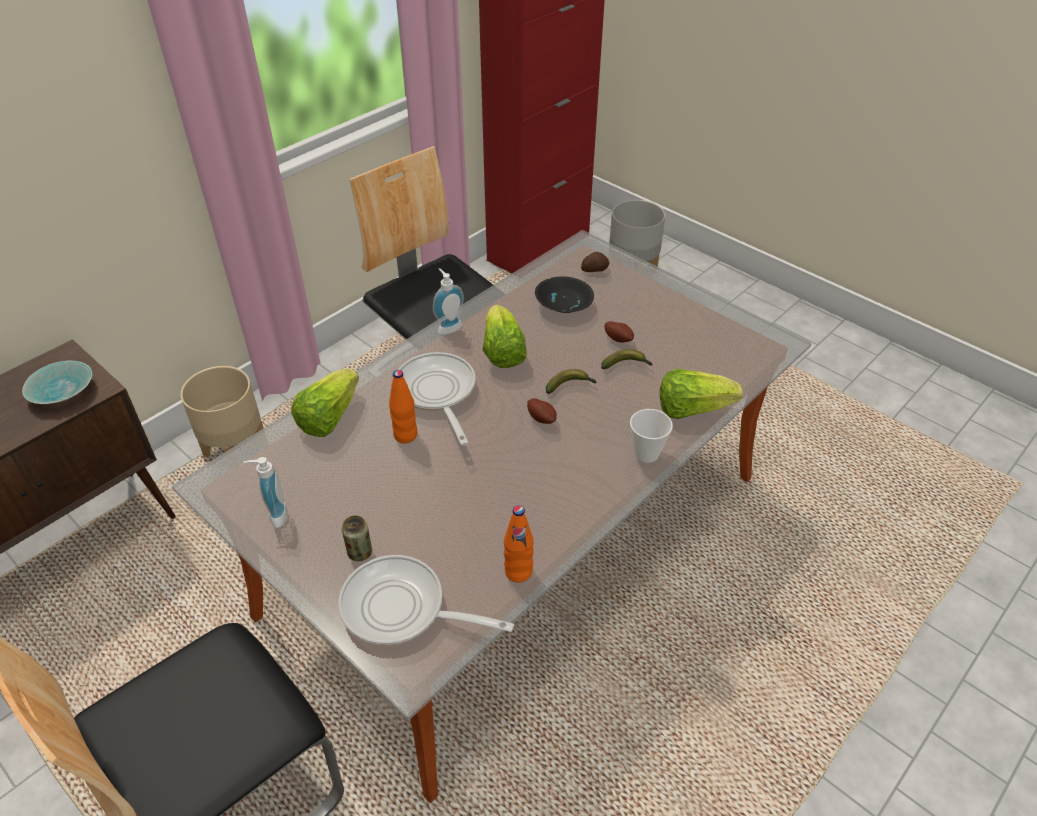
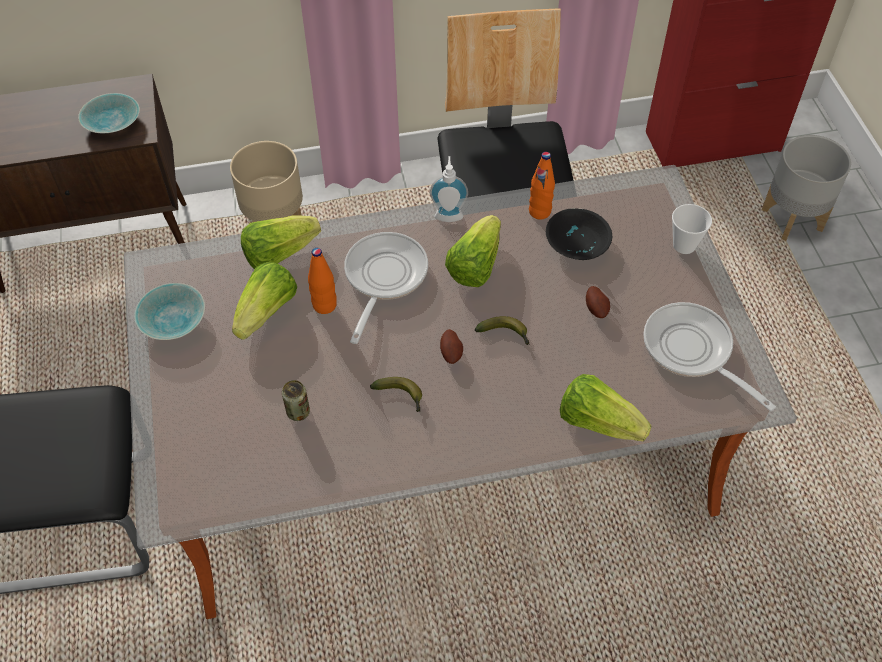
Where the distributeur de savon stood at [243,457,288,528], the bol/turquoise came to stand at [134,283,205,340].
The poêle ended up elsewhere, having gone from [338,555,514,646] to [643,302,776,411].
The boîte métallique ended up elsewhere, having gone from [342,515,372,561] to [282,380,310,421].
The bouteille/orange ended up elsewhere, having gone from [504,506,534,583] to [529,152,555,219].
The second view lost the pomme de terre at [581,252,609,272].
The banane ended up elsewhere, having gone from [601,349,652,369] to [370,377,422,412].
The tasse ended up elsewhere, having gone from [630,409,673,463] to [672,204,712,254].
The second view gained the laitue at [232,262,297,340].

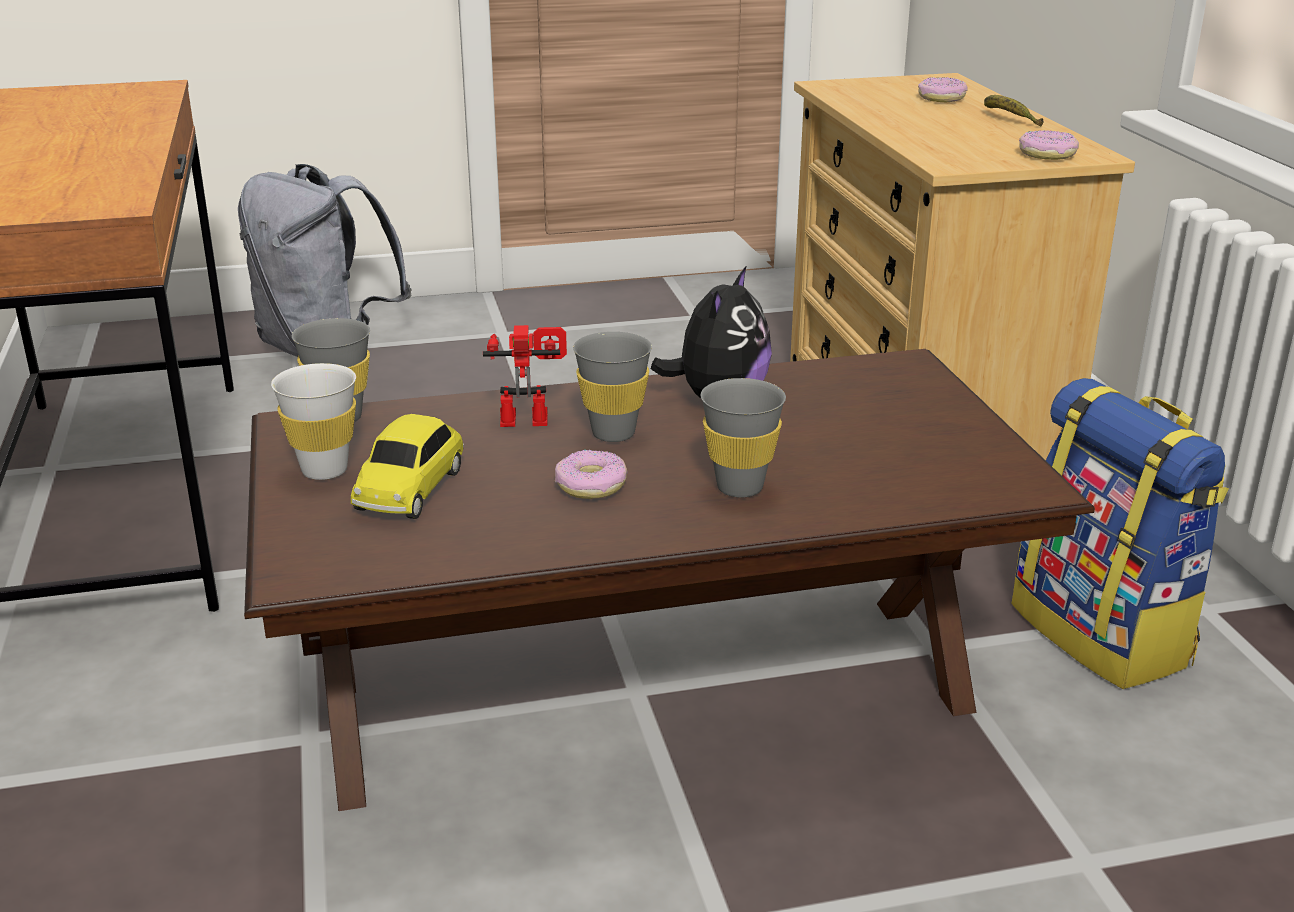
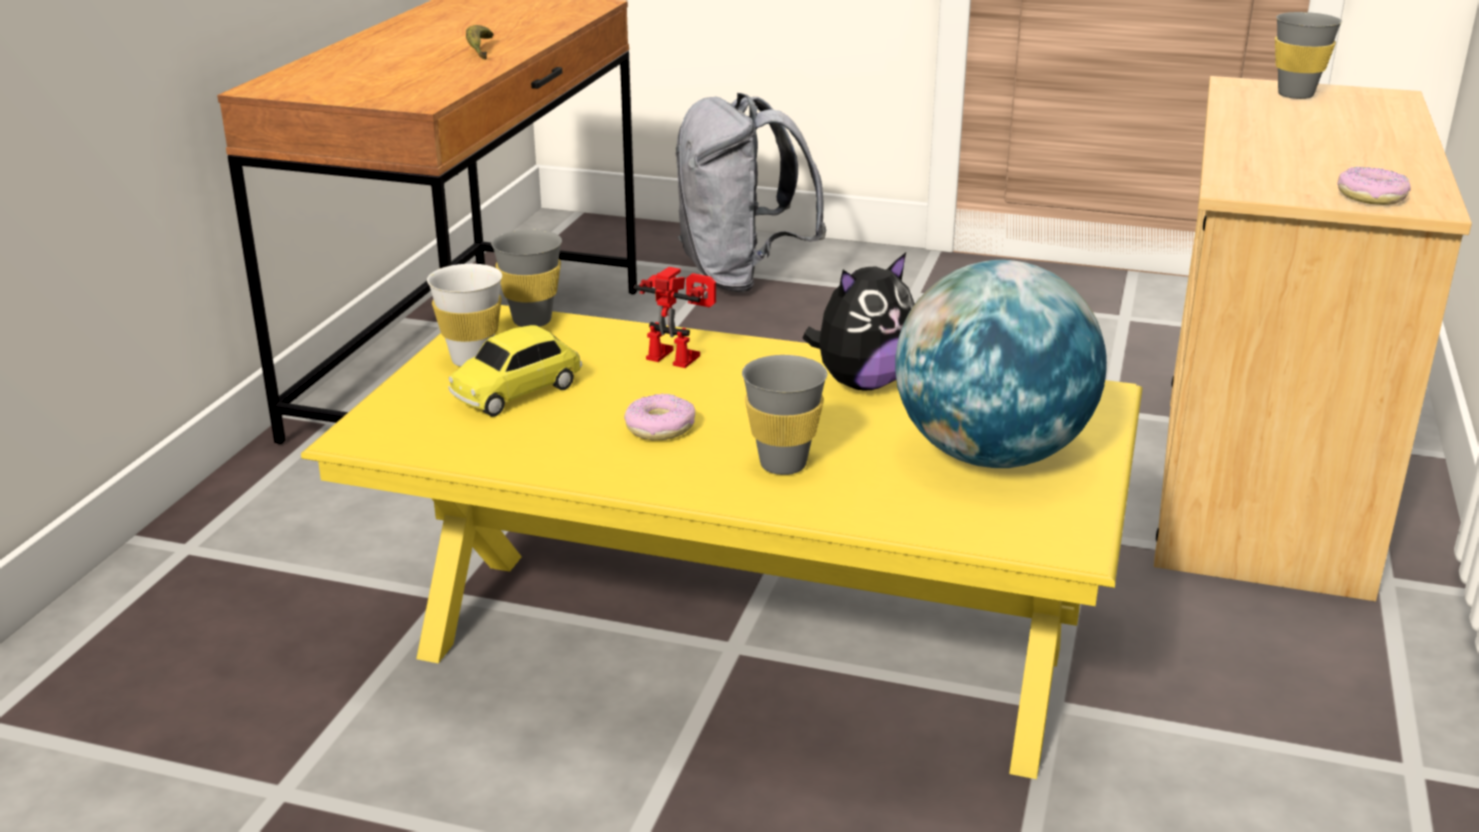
What was the table basse/marron at [244,349,1095,811] turned into the table basse/jaune at [301,305,1142,779].
The tasse/gris ended up elsewhere, having gone from [573,332,652,442] to [1275,12,1342,99].
The second view lost the beignet at [918,77,968,102].
The banane ended up elsewhere, having gone from [984,95,1044,126] to [466,25,494,60].
The second view lost the sac à dos at [1012,378,1229,689].
The second view gained the globe at [895,260,1107,468].

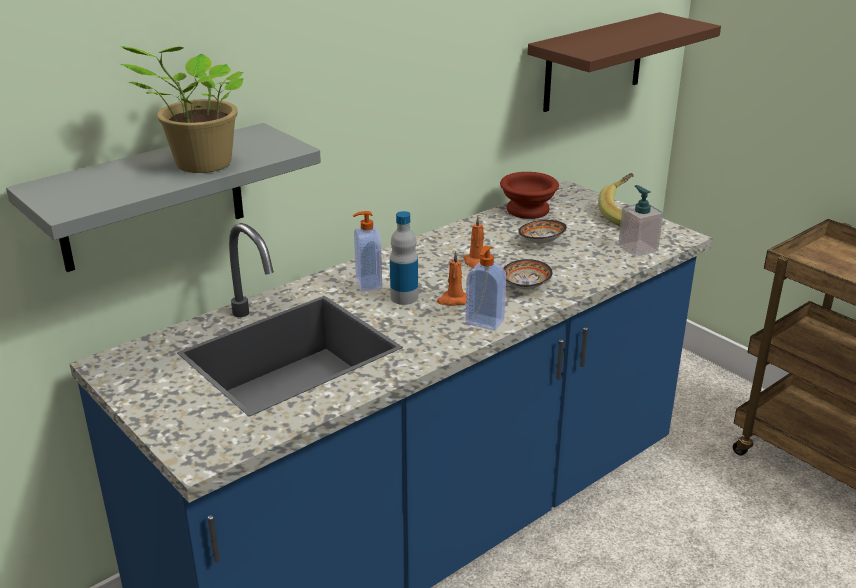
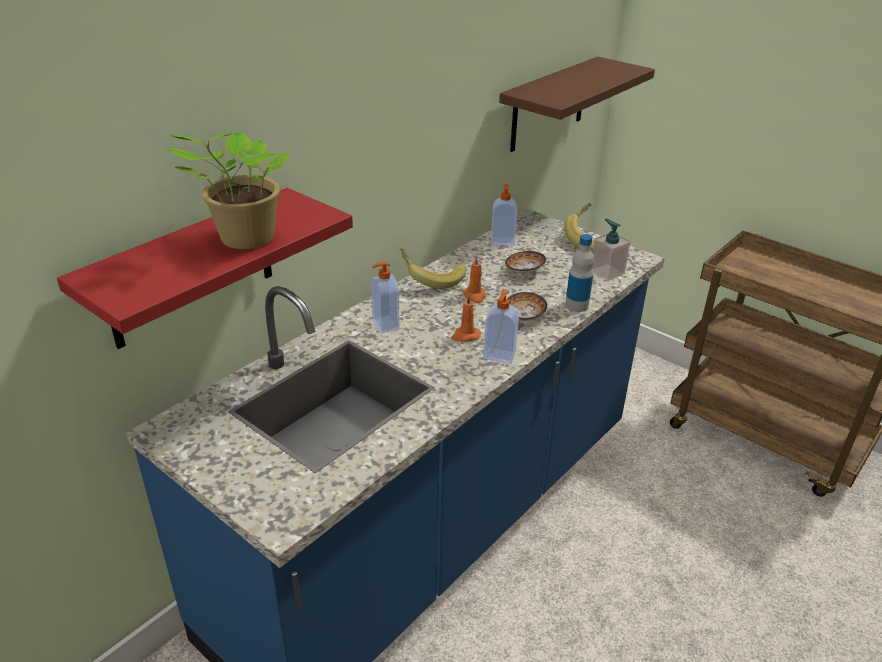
What was the étagère/gris at [6,123,321,272] turned into the étagère/rouge at [57,188,353,349].
The bouteille ended up elsewhere, having gone from [390,211,418,305] to [565,234,594,312].
Where the bol/marron stood at [500,172,559,219], the distributeur de savon came to stand at [491,184,517,246].
The second view gained the banane at [400,248,466,289].

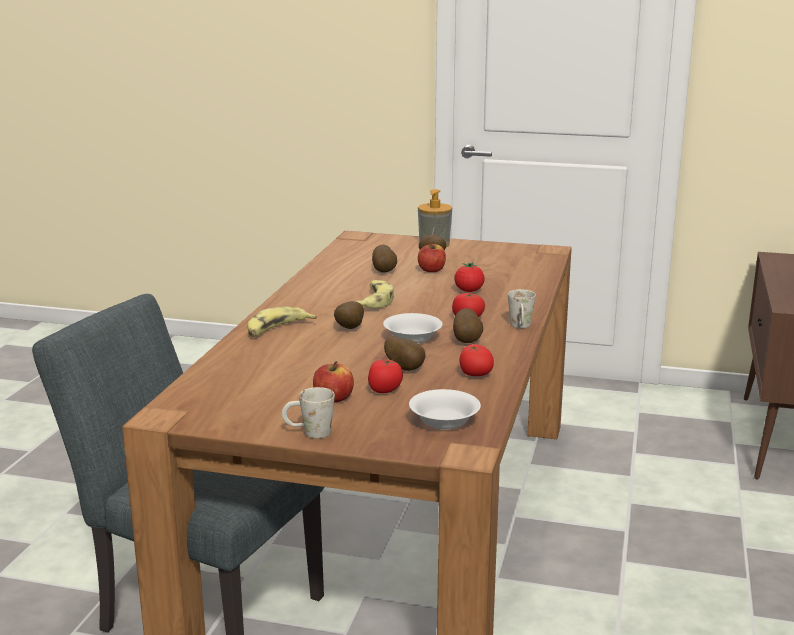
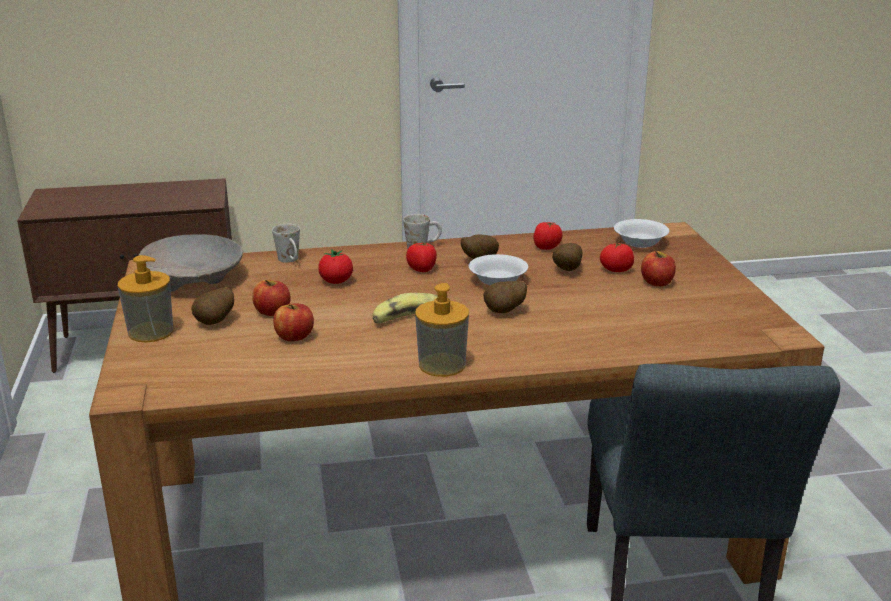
The second view lost the banane at [247,307,317,337].
The mug/blanc ended up elsewhere, having gone from [282,387,335,438] to [272,224,300,263].
Where the pomme de terre stood at [372,245,397,273], the pomme came to stand at [273,303,314,341].
The second view gained the bol/beige at [139,234,243,291].
The second view gained the distributeur de savon at [415,283,469,377].

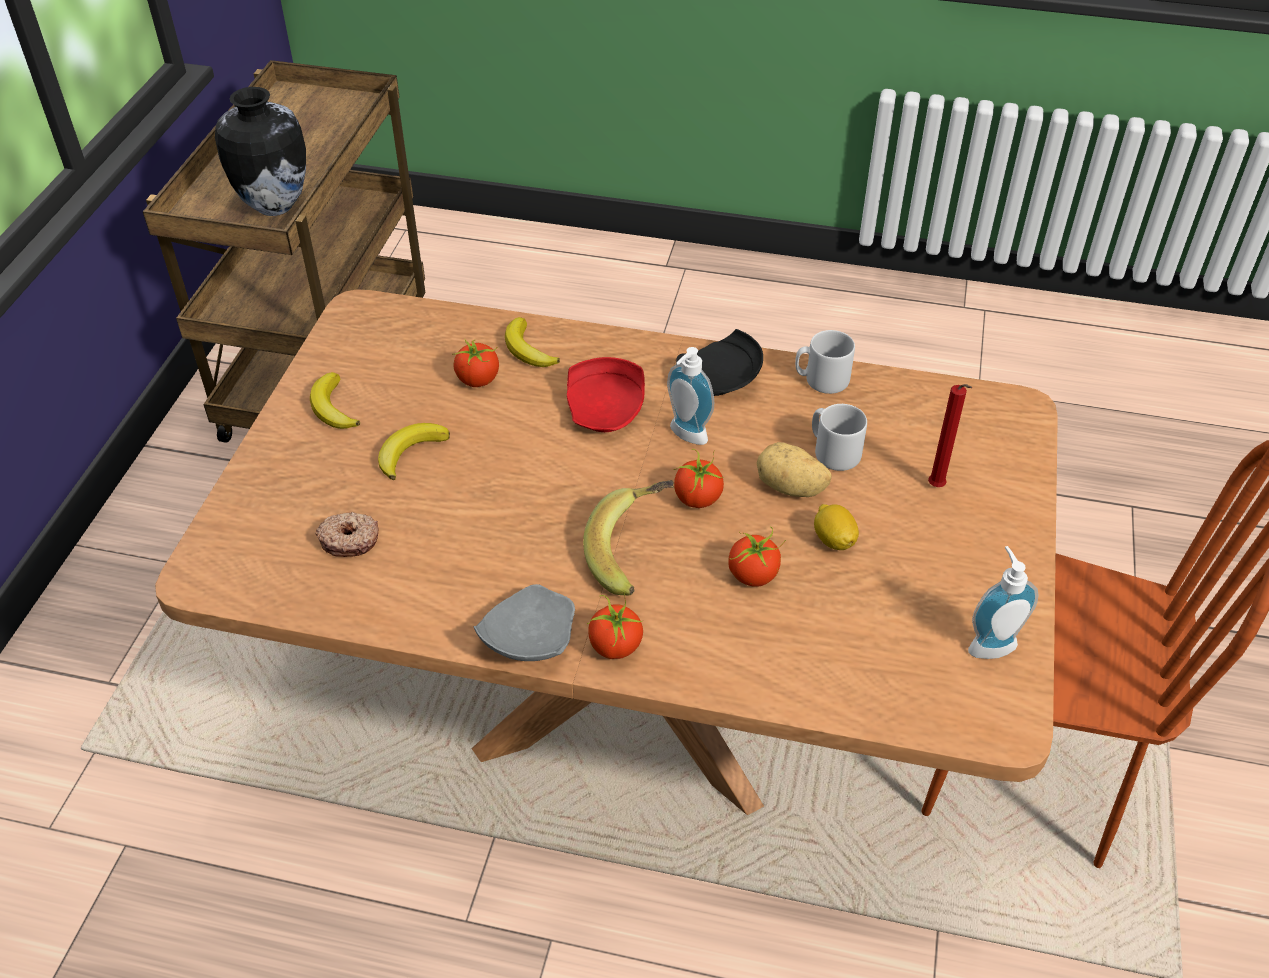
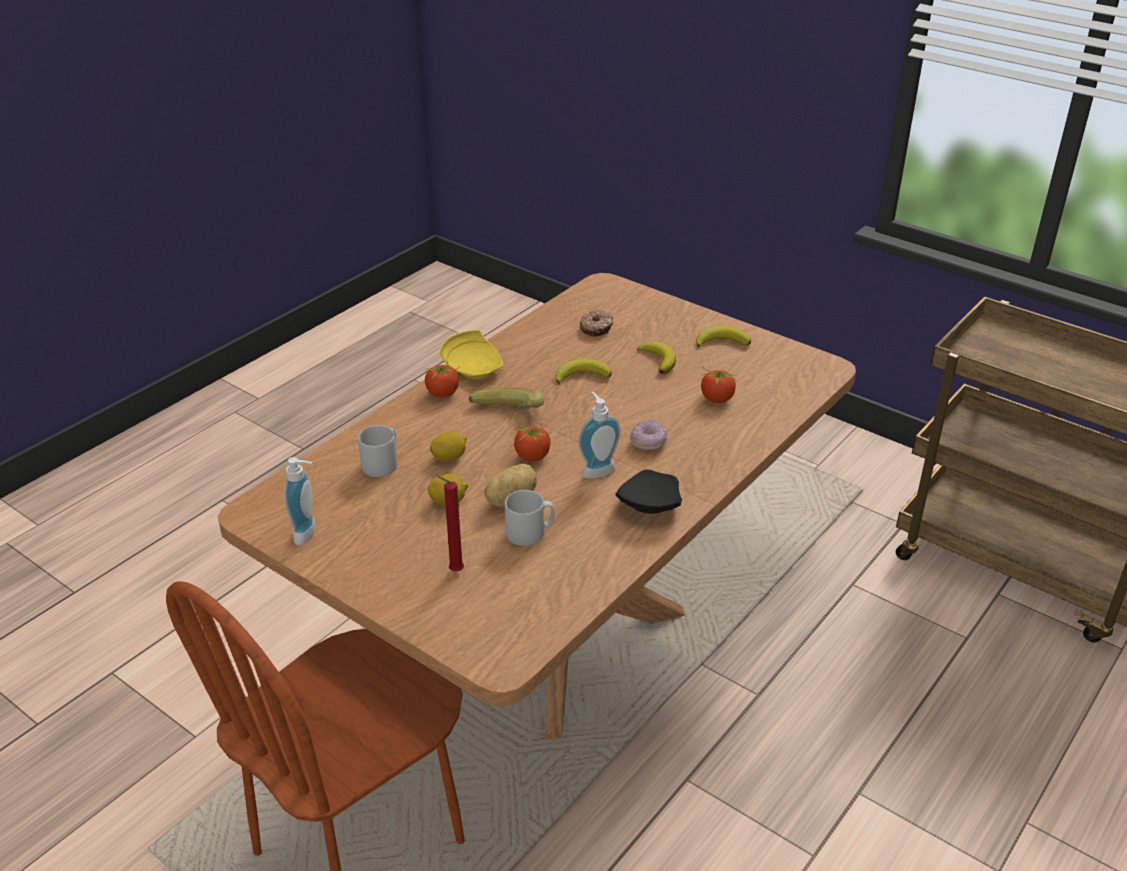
The second view lost the vase at [215,87,306,216].
What was the assiette/gris at [474,584,575,661] turned into the assiette/jaune at [440,330,503,379].
The banane ended up elsewhere, having gone from [505,317,560,367] to [555,359,612,384].
Where the assiette/rouge stood at [567,357,645,432], the beignet came to stand at [630,420,668,450].
Where the tomate stood at [728,526,786,587], the citron came to stand at [430,431,467,462].
The mug/gris ended up elsewhere, having gone from [795,330,855,394] to [358,425,398,477].

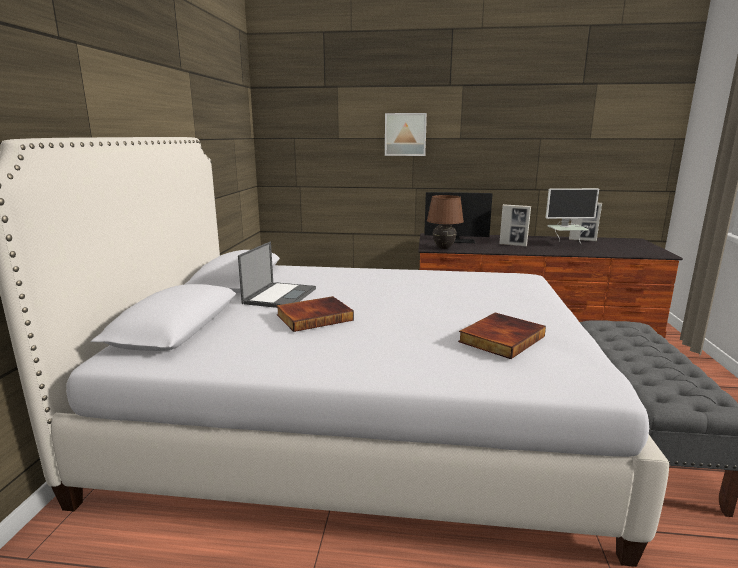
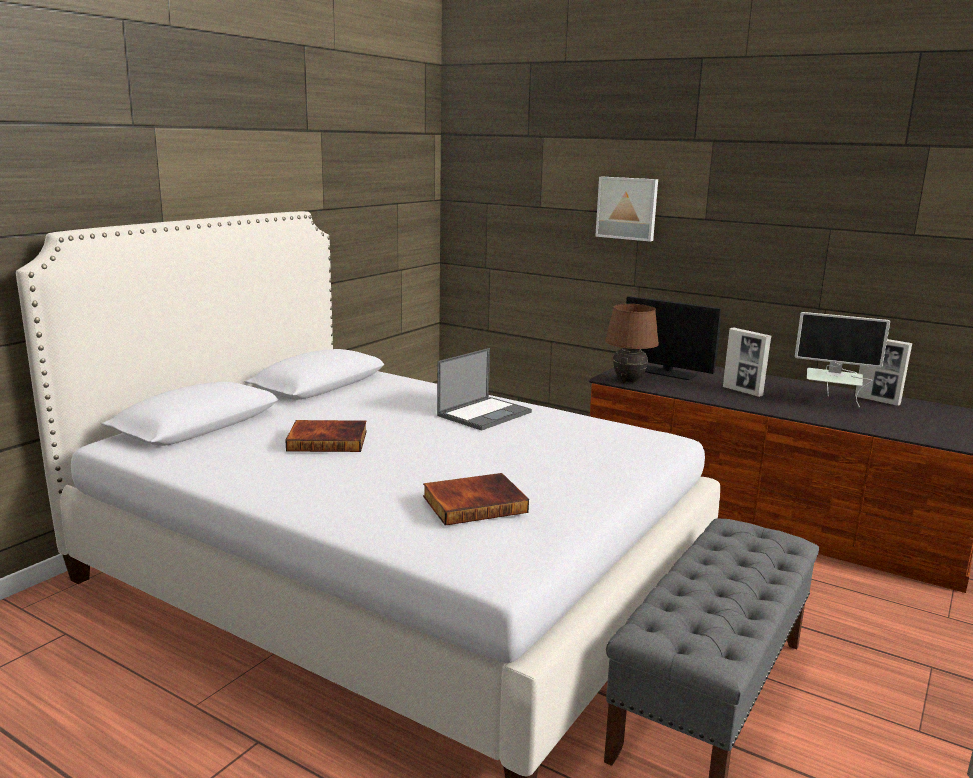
The ordinateur portable ended up elsewhere, having gone from [238,241,316,308] to [437,348,532,431].

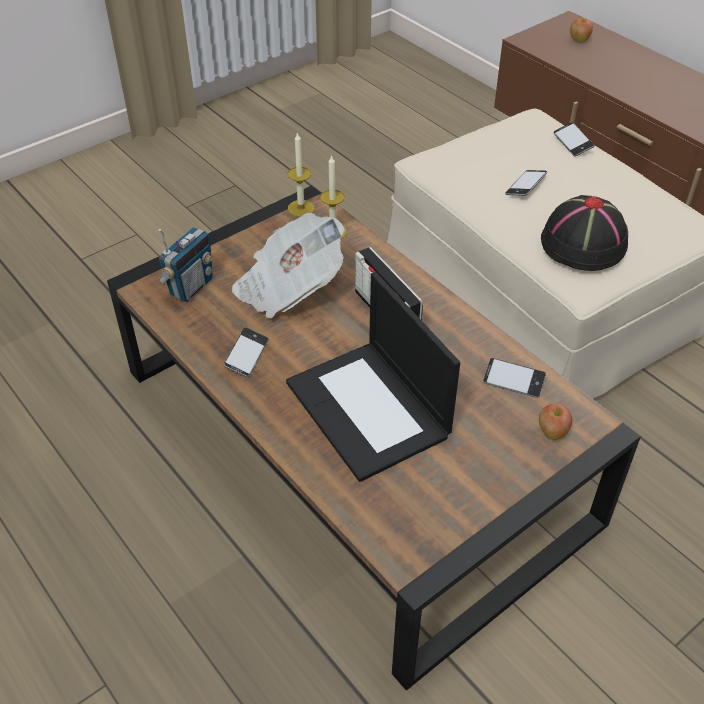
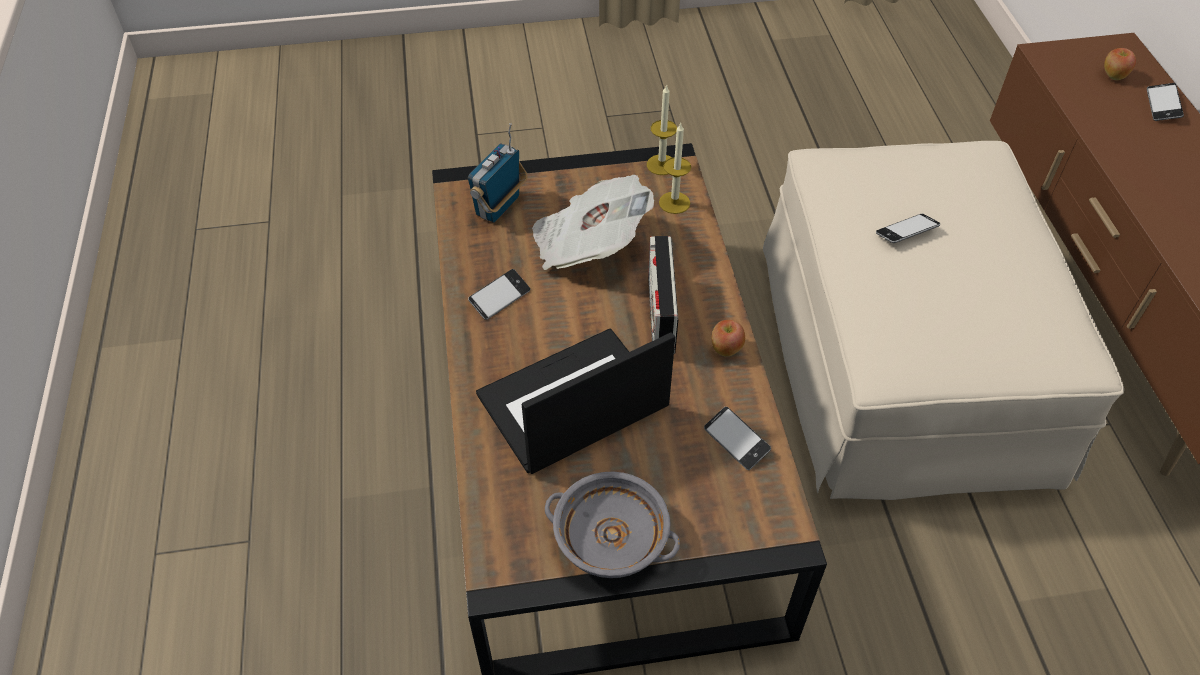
The radio at [157,227,213,302] ended up facing another way, 150 degrees clockwise from before.
The ordinateur portable at [286,272,460,482] ended up facing another way, 60 degrees clockwise from before.
The pomme ended up elsewhere, having gone from [539,403,573,440] to [712,320,745,356].
The second view lost the chapeau/noir at [541,195,628,271].
The téléphone ended up elsewhere, having gone from [554,122,594,156] to [1147,83,1184,121].
The second view gained the bol/gris at [545,472,680,578].

